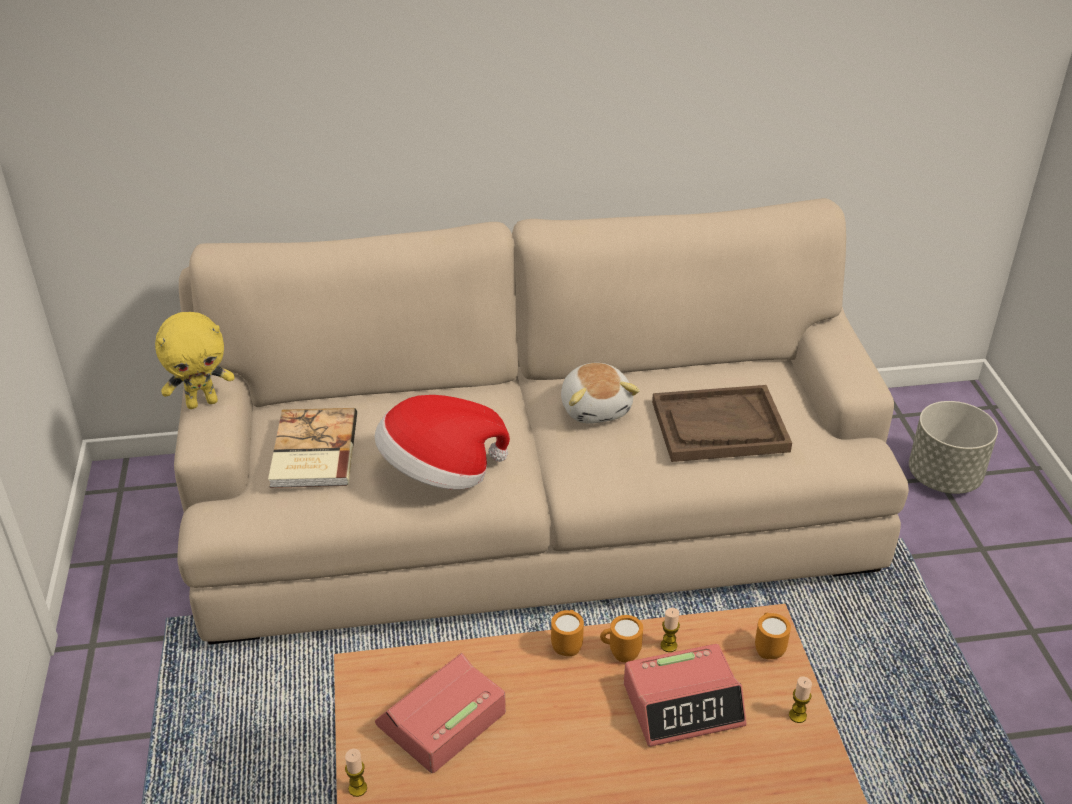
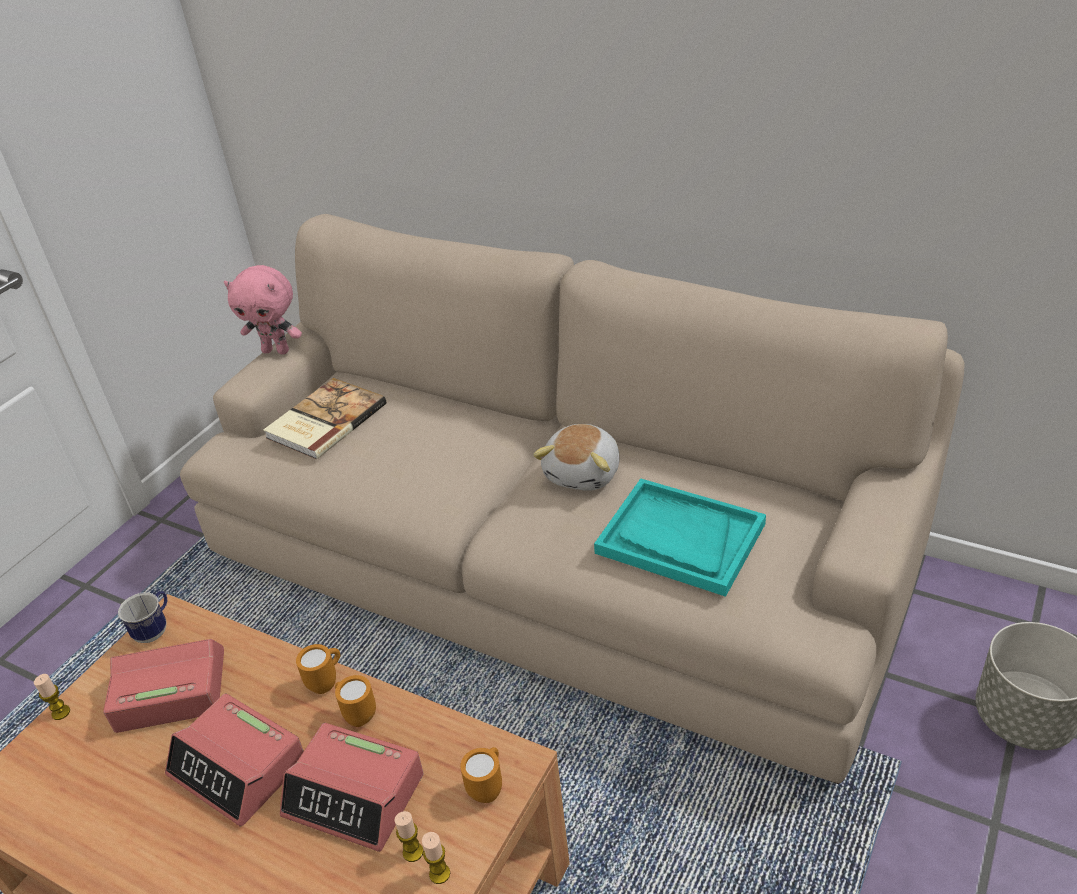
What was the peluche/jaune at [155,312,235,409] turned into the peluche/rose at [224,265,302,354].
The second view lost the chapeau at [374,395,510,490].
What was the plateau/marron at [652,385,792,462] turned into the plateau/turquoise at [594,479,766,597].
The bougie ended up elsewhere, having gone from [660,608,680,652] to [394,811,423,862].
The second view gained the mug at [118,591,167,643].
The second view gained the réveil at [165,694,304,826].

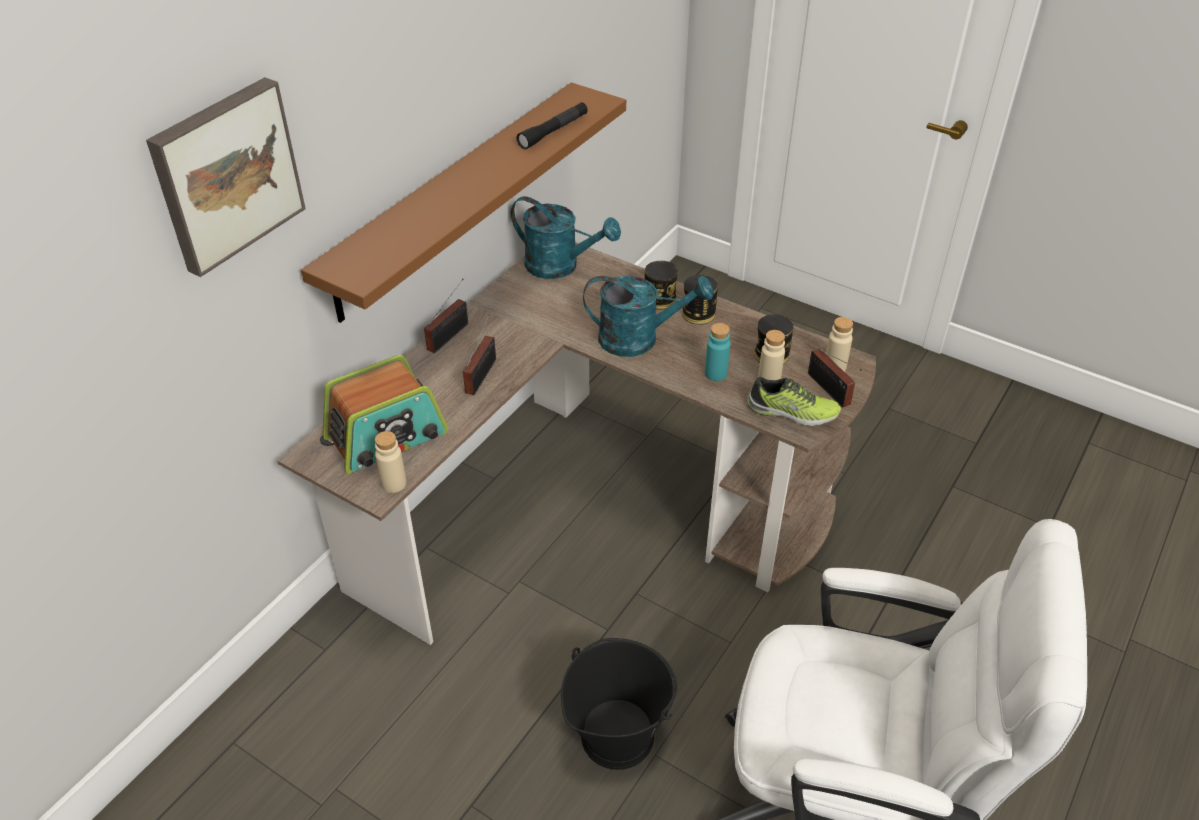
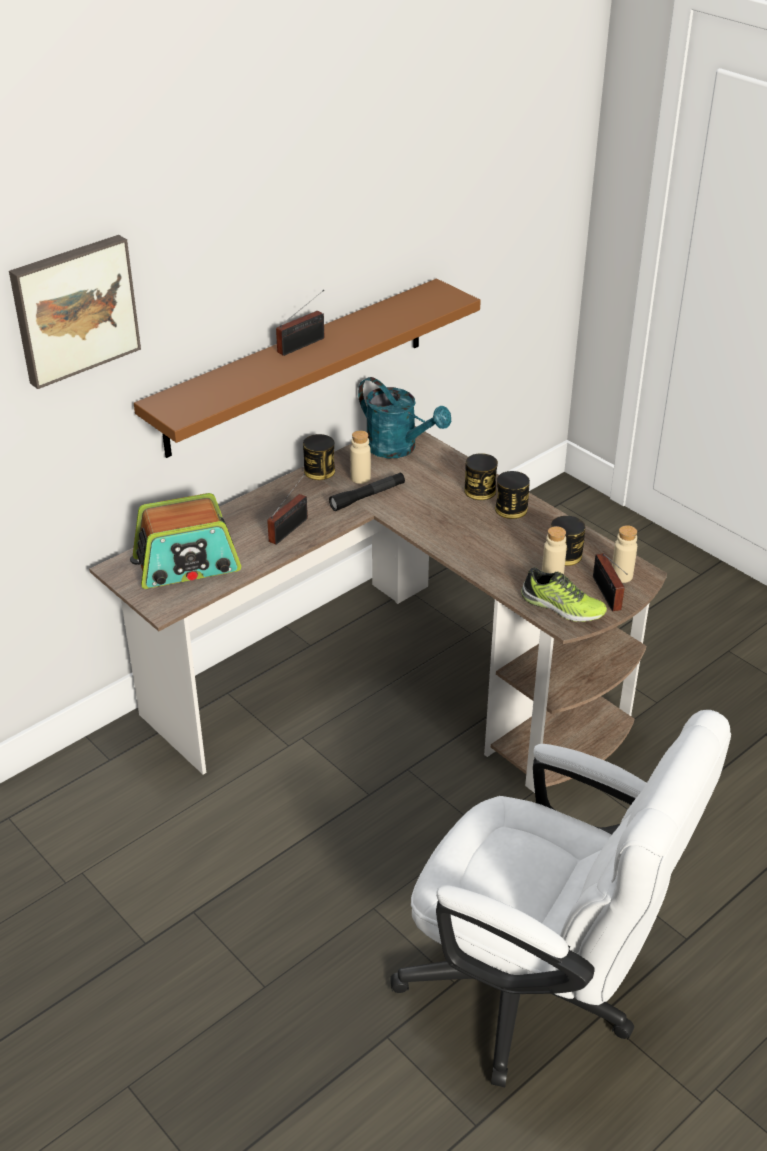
The bouteille/beige ended up elsewhere, having gone from [375,431,406,493] to [350,431,371,484].
The radio ended up elsewhere, having gone from [424,279,468,353] to [276,290,324,356].
The lampe de poche/noir ended up elsewhere, having gone from [517,102,588,149] to [329,473,405,511].
The second view lost the seau/noir at [561,638,677,770].
The second view lost the arrosoir/turquoise at [583,276,713,357].
The second view lost the bouteille/turquoise at [705,323,730,381].
The second view gained the boîte métallique at [303,434,335,480].

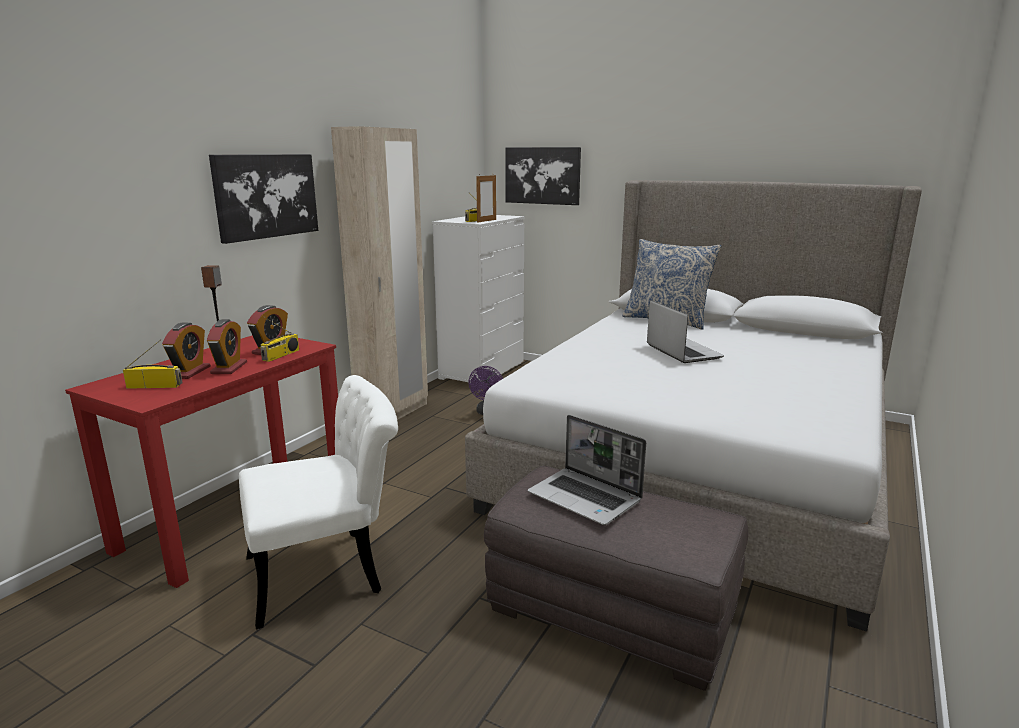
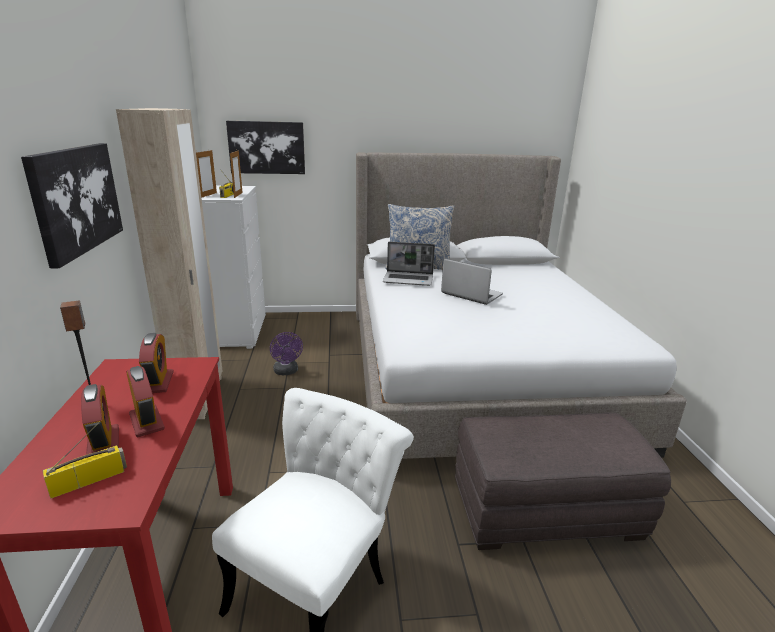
The second view lost the radio at [260,316,299,362].
The ordinateur portable ended up elsewhere, having gone from [528,415,646,525] to [383,242,435,286].
The second view gained the cadre photo at [196,150,217,198].

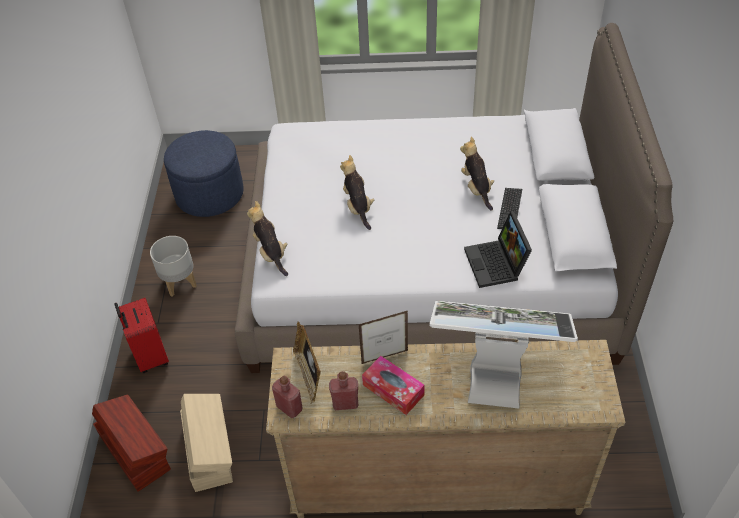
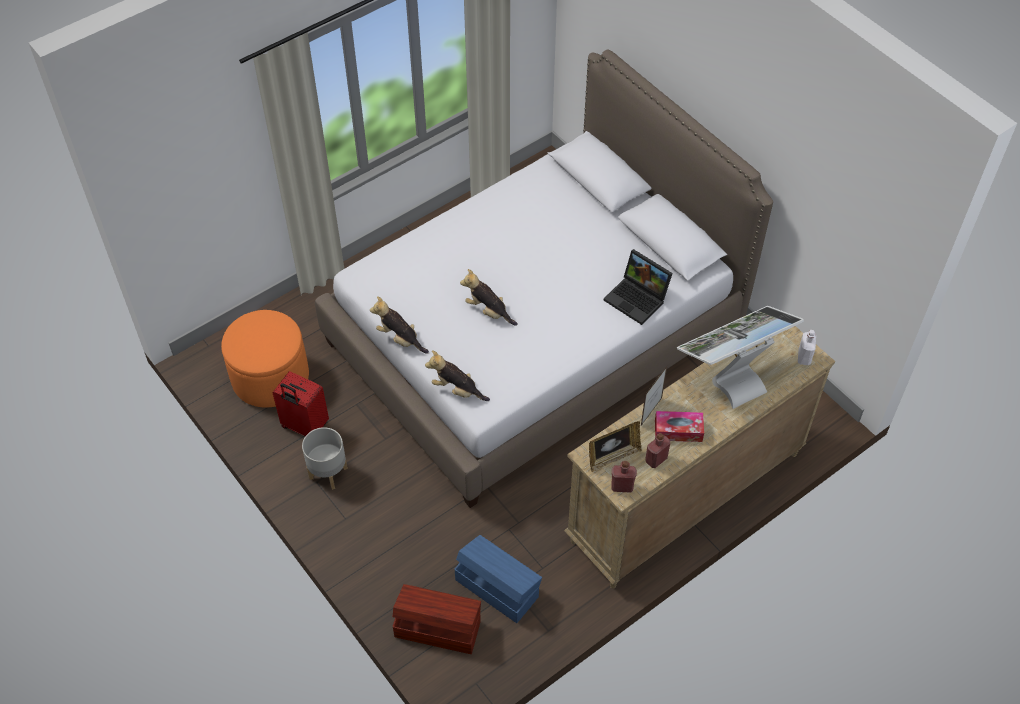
The valise/rouge ended up elsewhere, having gone from [115,298,169,373] to [273,371,329,436].
What was the pouf/bleu at [164,130,244,217] turned into the pouf/orange at [221,310,309,408].
What was the boîte de rangement/beige at [180,394,233,492] turned into the boîte de rangement/bleu at [455,535,542,623].
The cadre photo at [293,321,321,403] ended up facing another way, 60 degrees counterclockwise from before.
The peluche ended up elsewhere, having gone from [460,137,494,211] to [370,296,429,354].
The second view lost the clavier at [497,188,522,229].
The second view gained the bouteille/blanc at [798,330,816,365].

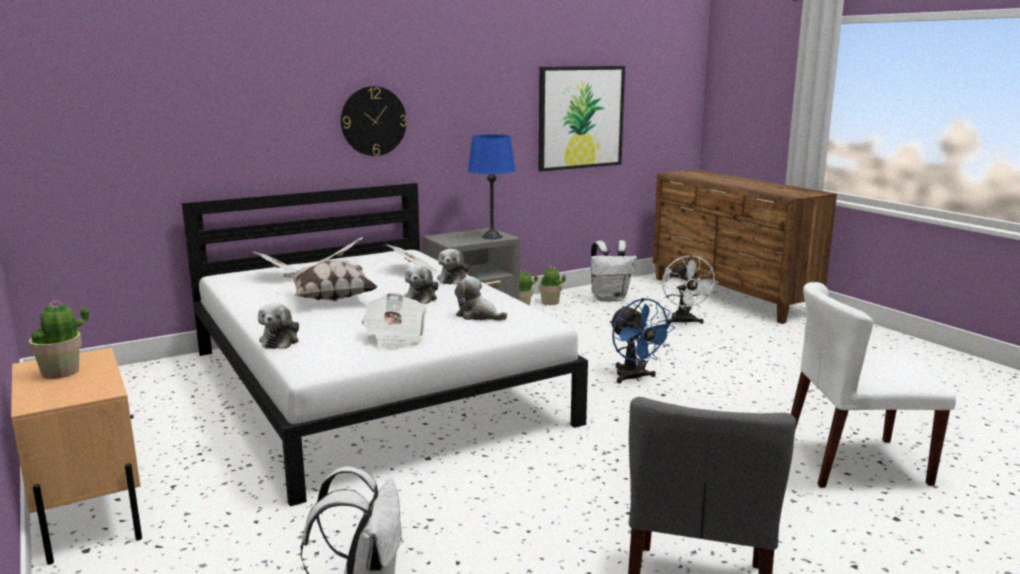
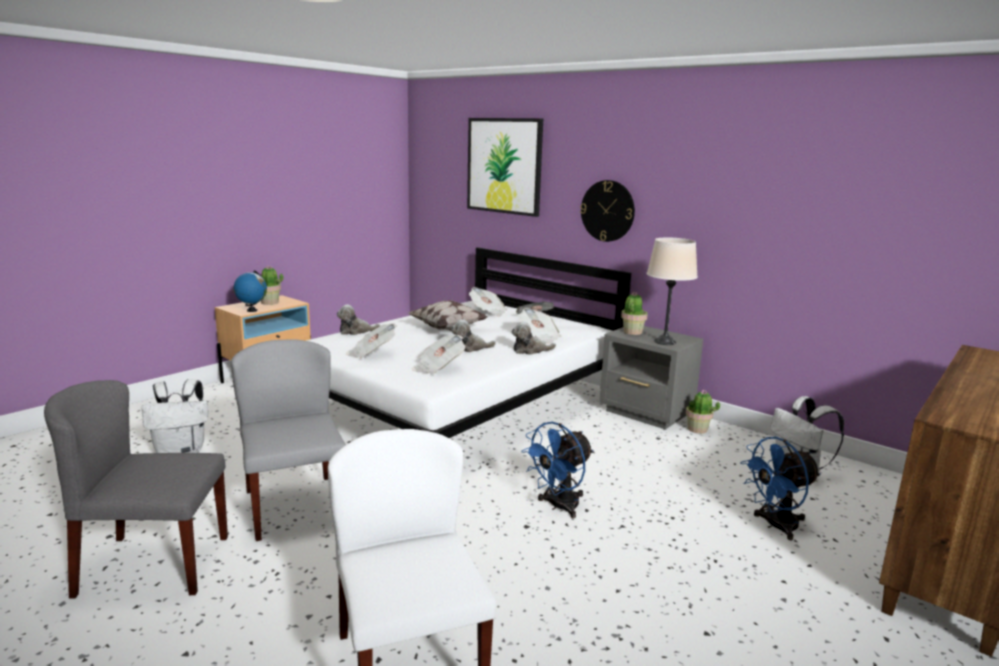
Where the peluche stood at [455,276,507,321], the journal came to stand at [412,335,465,374].
What was the lampe de table/bleu at [468,134,516,239] turned into the lampe de table/beige at [647,238,698,345].
The tableau ended up elsewhere, having gone from [538,66,625,171] to [467,118,543,217].
The plante en pot ended up elsewhere, having gone from [539,265,566,305] to [621,292,648,335].
What was the ventilateur/blanc at [662,255,718,325] turned into the ventilateur/bleu at [740,437,821,540].
The second view gained the chaise/gris at [231,339,346,541].
The second view gained the globe at [234,270,267,312].

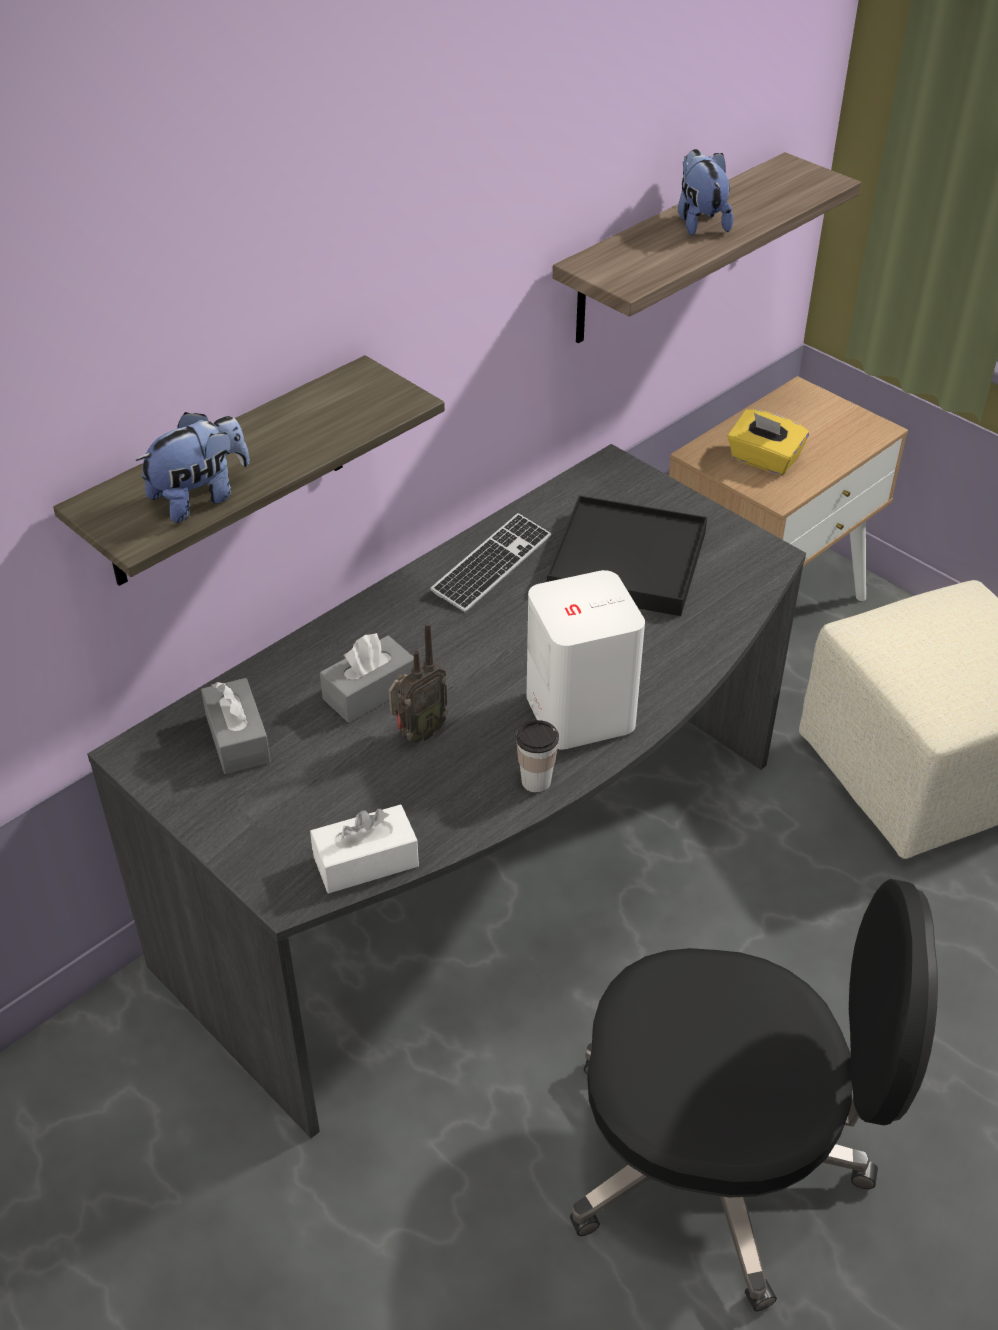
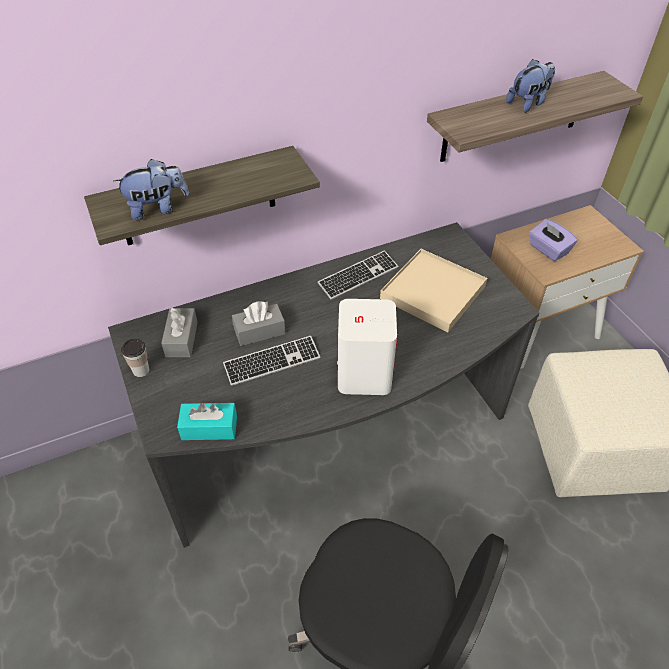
What was the boîte à mouchoirs/blanc at [310,805,419,893] turned into the boîte à mouchoirs/turquoise at [177,403,237,440].
Where the radio stood at [388,622,448,743], the clavier came to stand at [223,336,320,386].
The tasse ended up elsewhere, having gone from [516,720,559,793] to [121,339,149,377].
What was the plateau/noir at [547,496,707,616] turned into the plateau/beige at [380,249,487,332].
The peluche at [678,149,733,236] ended up facing another way, 45 degrees clockwise from before.
What was the boîte à mouchoirs/jaune at [728,409,809,475] turned into the boîte à mouchoirs/violet at [529,219,577,261].

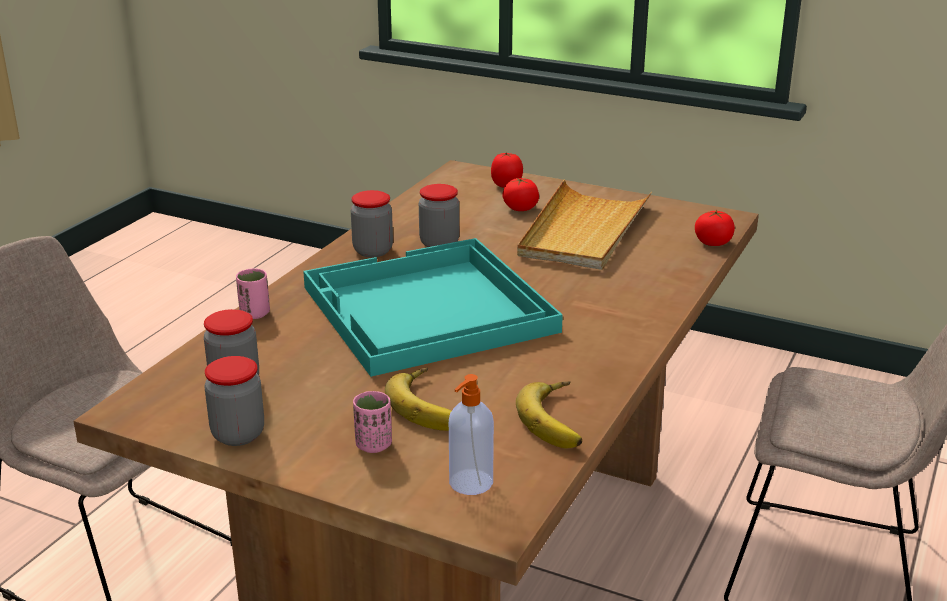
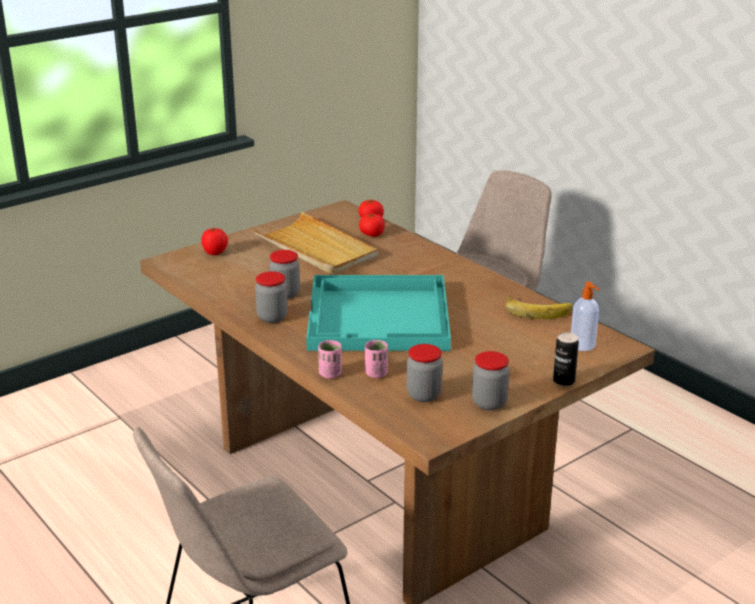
The tasse/rose ended up elsewhere, having gone from [353,391,392,453] to [365,340,388,378].
The second view lost the banane at [385,367,452,431].
The tomate ended up elsewhere, having gone from [502,178,539,211] to [359,213,385,237].
The second view gained the boîte métallique at [553,332,579,386].

